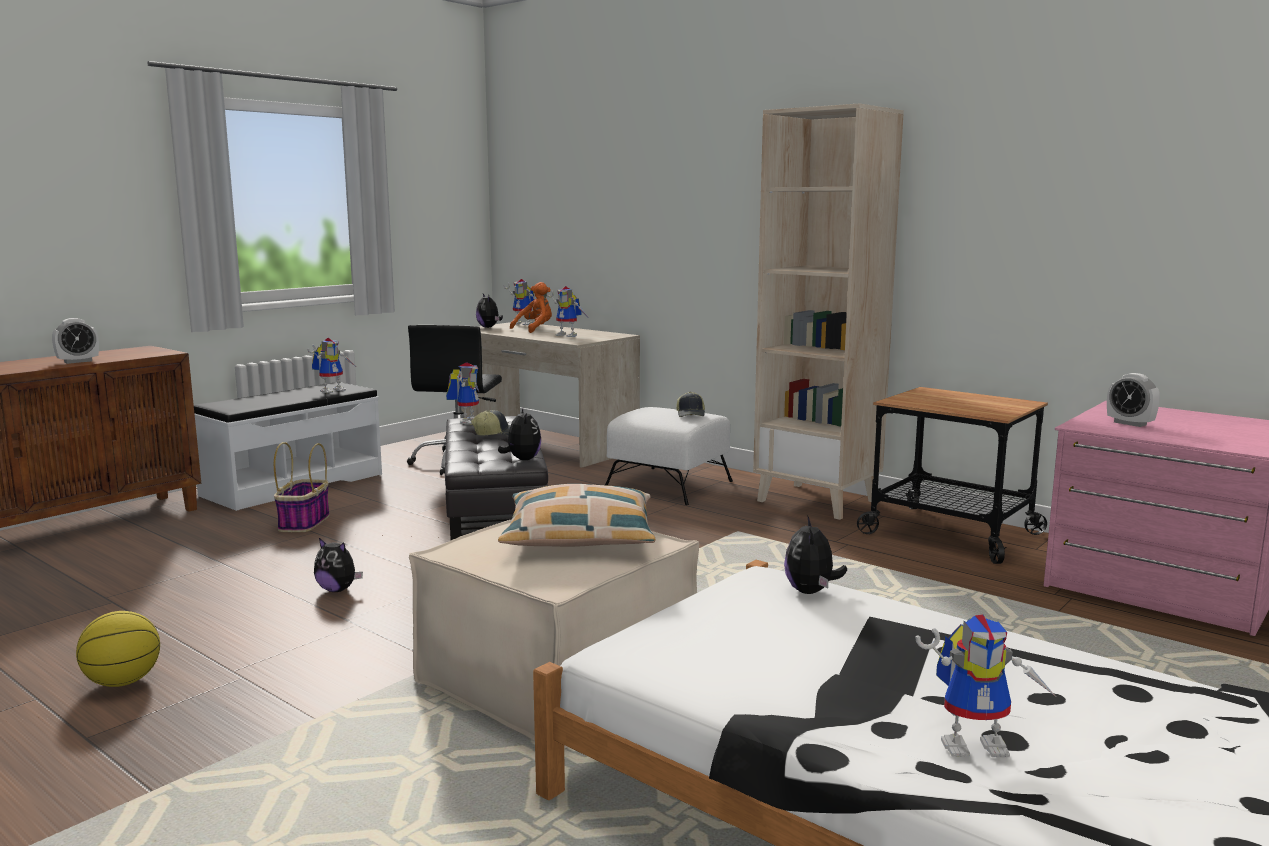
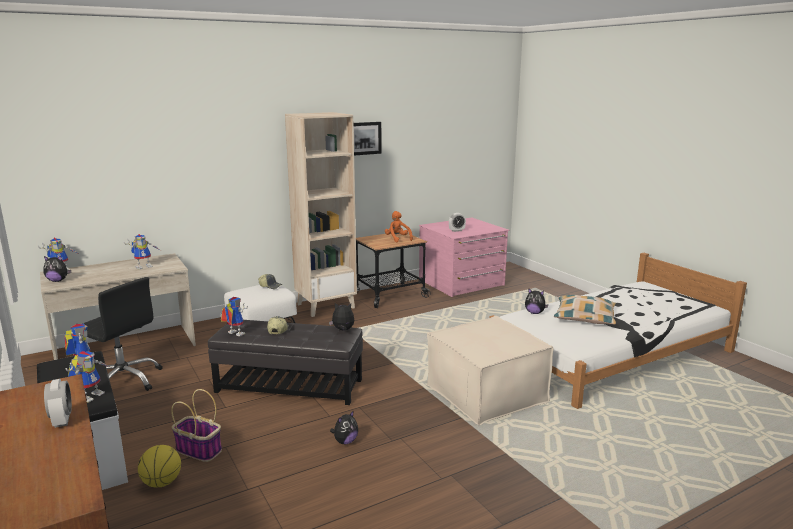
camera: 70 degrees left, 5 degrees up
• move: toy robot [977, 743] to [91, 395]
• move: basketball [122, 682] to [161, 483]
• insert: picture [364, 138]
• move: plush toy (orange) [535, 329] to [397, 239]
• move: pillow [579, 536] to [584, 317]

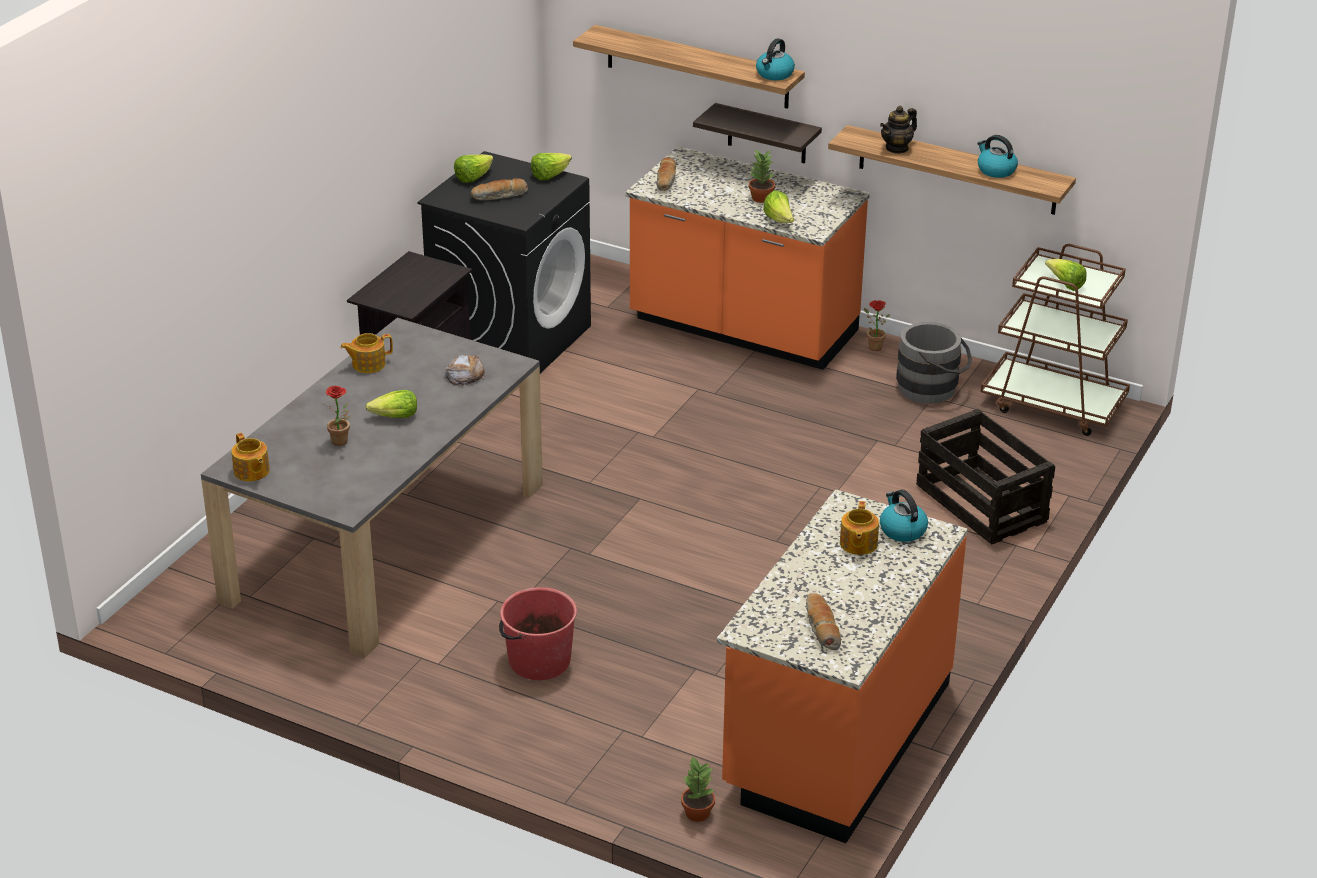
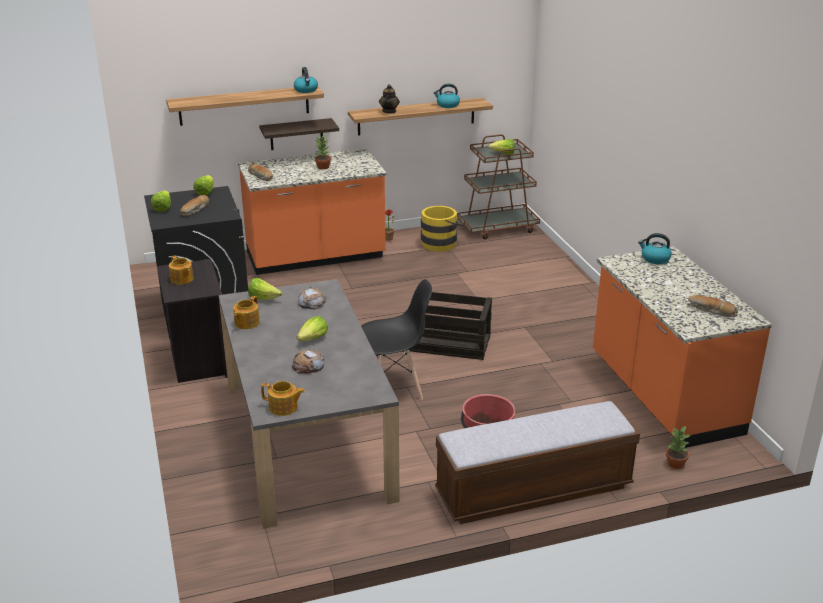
camera: 45 degrees left, 5 degrees down
• move: teapot [858, 544] to [182, 279]
• move: lettuce [779, 220] to [264, 299]
• replace: potted plant [342, 442] to bread [308, 365]
• insert: chair (black) [393, 388]
• move: crate [980, 503] to [448, 343]
• recolor: bucket (grey) [932, 389] to bucket (yellow) [441, 243]
• insert: bench [533, 490]

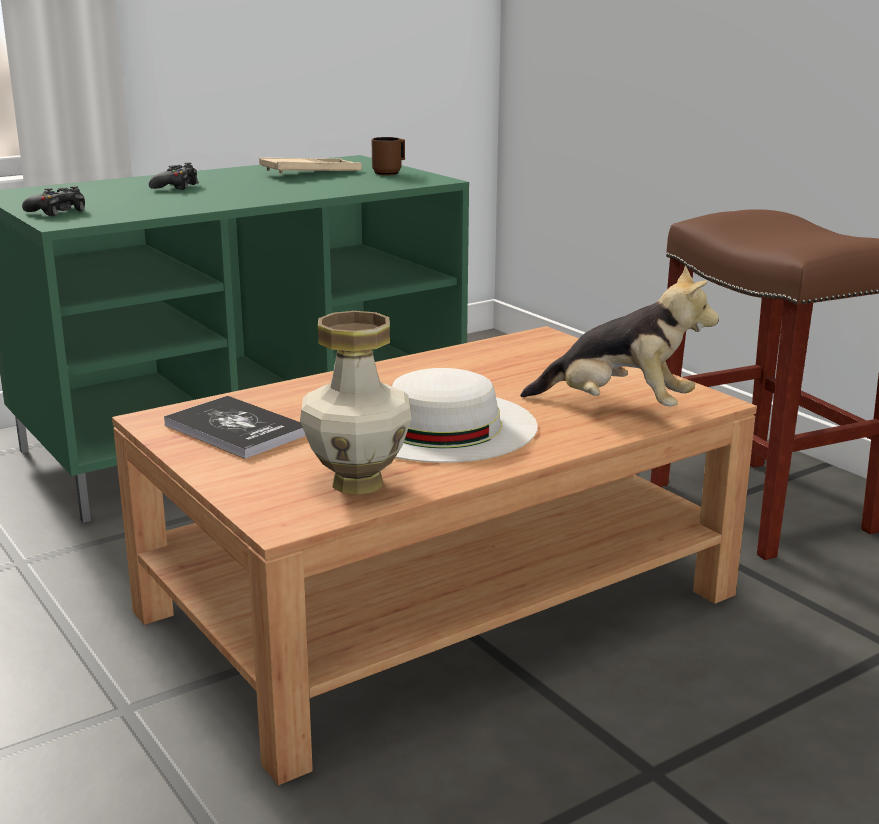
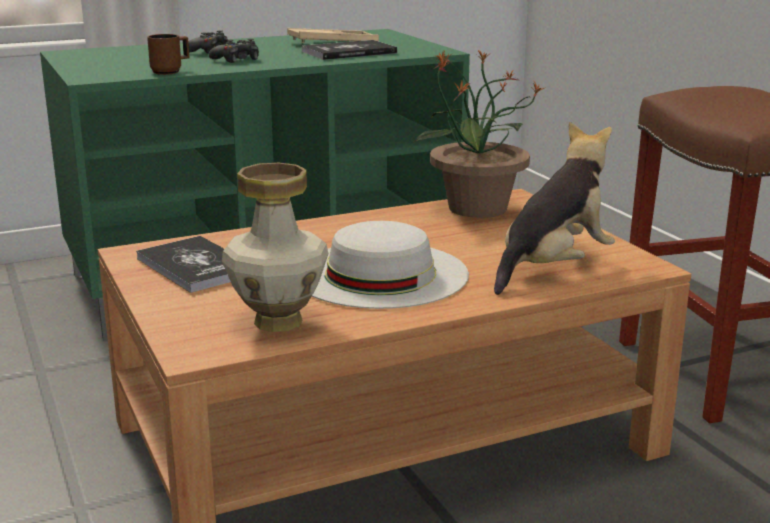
camera: 10 degrees right, 0 degrees up
• move: mug (brown) [390, 173] to [171, 71]
• move: game controller (black) [58, 211] to [236, 59]
• insert: book [349, 52]
• insert: potted plant [475, 208]
• rotate: plush toy [618, 408] = [553, 267] 75 degrees counterclockwise

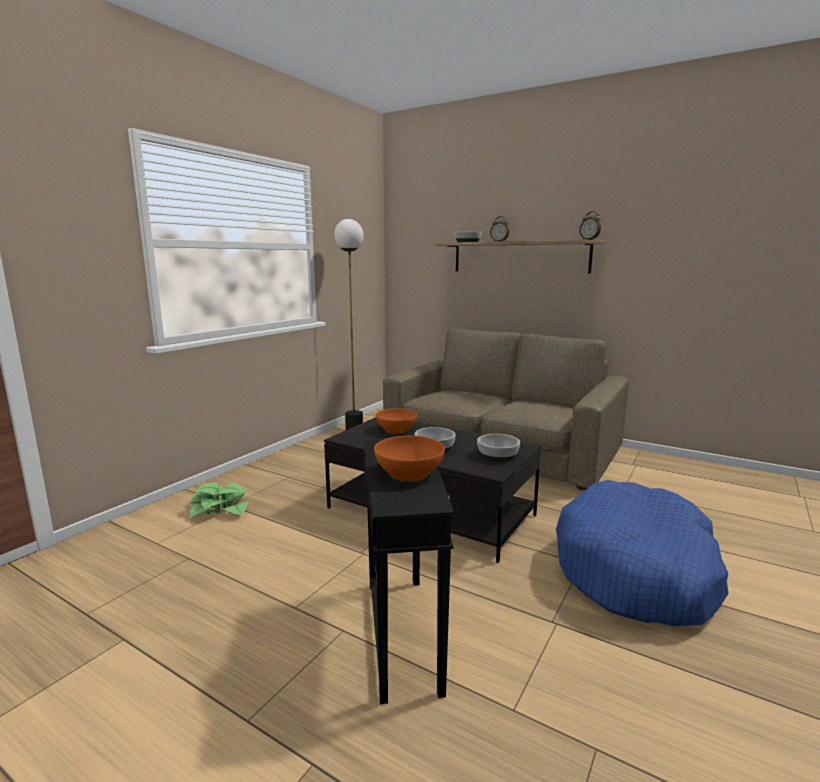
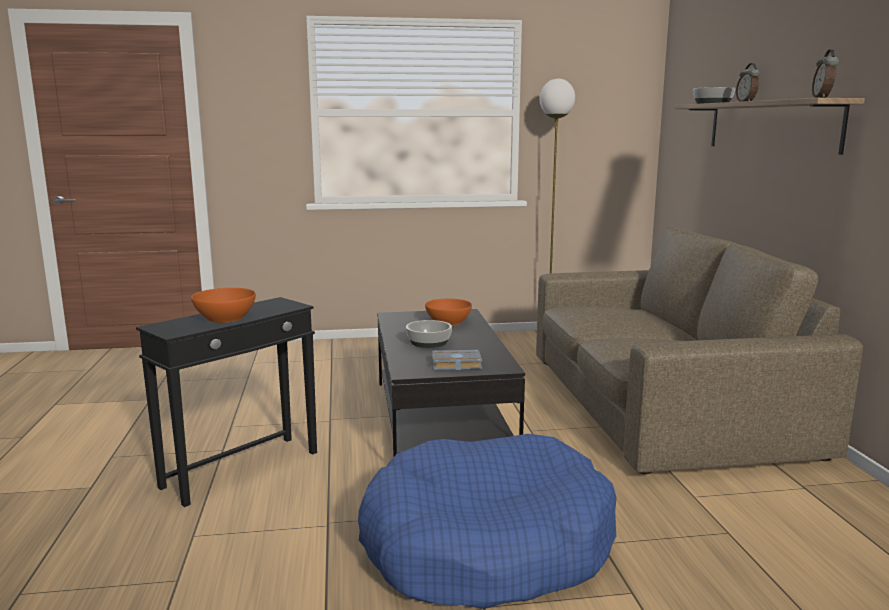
camera: 50 degrees right, 0 degrees up
• replace: bowl [498, 455] to book (grey) [455, 364]
• delete: potted plant [220, 508]

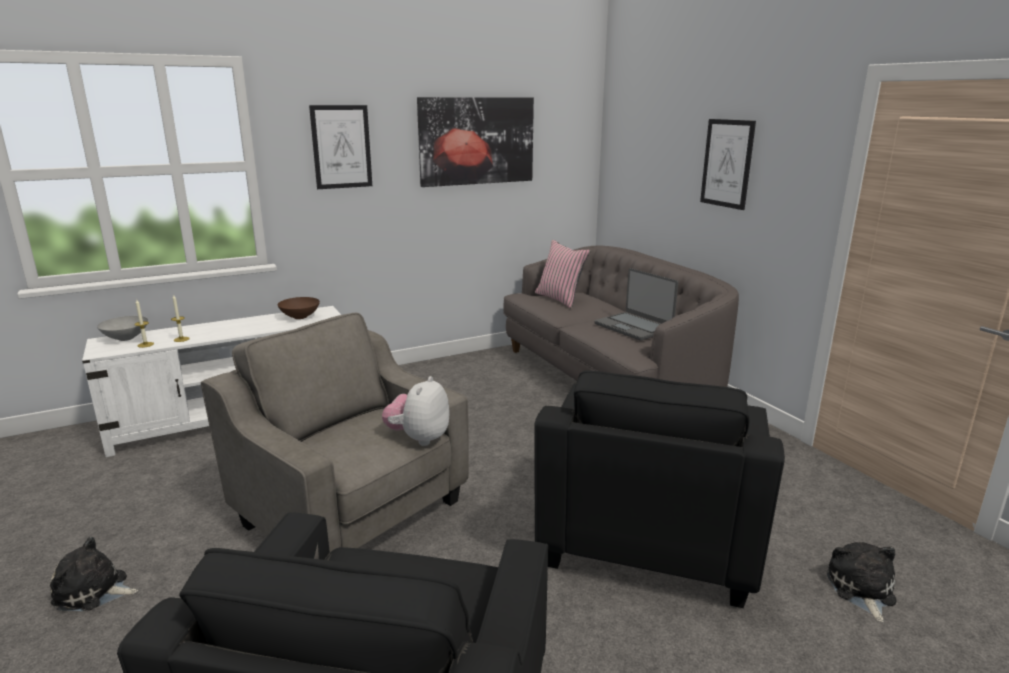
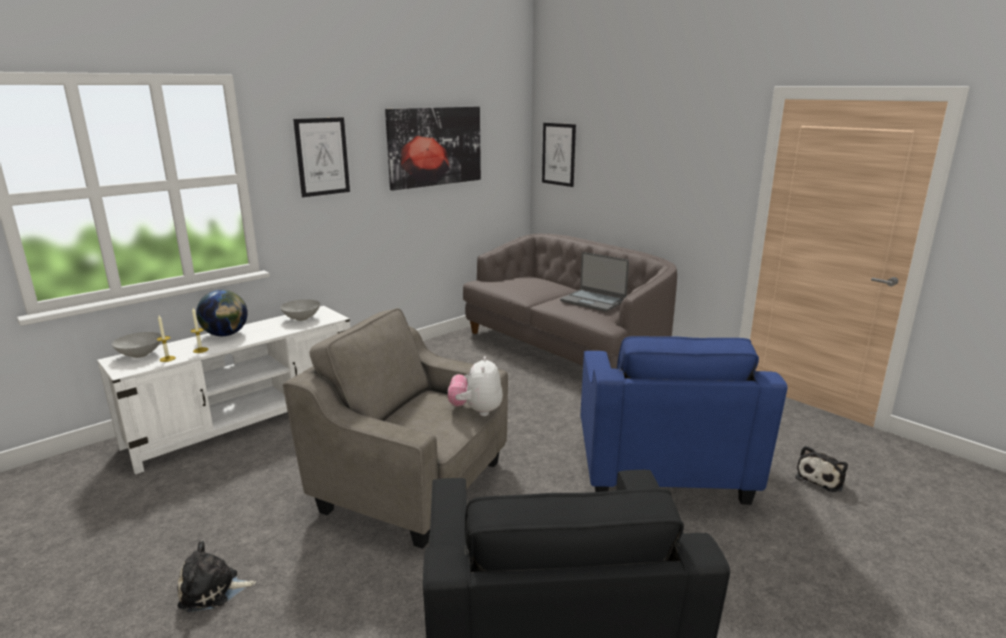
camera: 15 degrees left, 0 degrees up
• insert: globe [226, 334]
• recolor: bowl (brown) [300, 317] to bowl (grey) [302, 319]
• move: picture [727, 163] to [558, 154]
• recolor: armchair (black) [646, 541] to armchair (blue) [661, 470]
• rotate: plush toy [861, 590] = [821, 478] 135 degrees counterclockwise
• delete: pillow (pink) [560, 299]

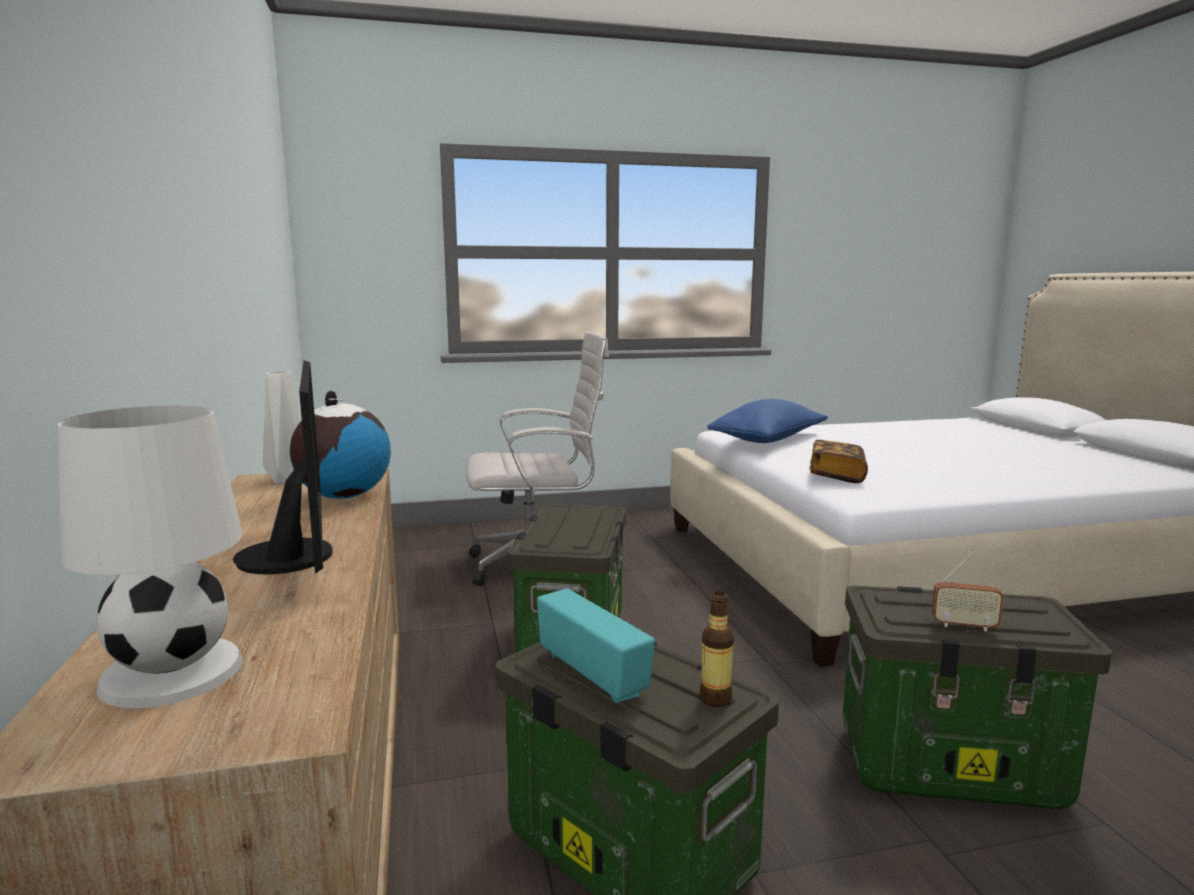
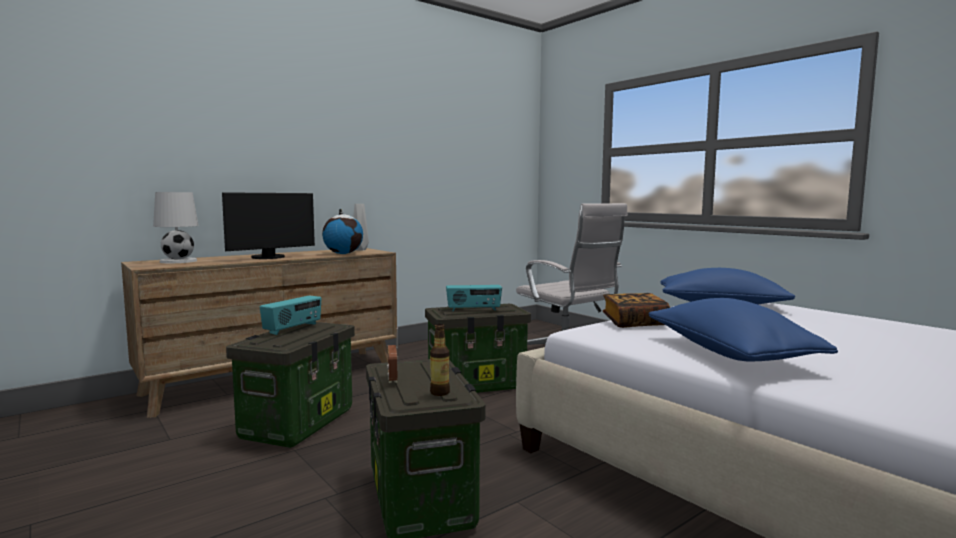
camera: 65 degrees right, 5 degrees down
• move: bottle [715, 699] to [440, 393]
• insert: radio [473, 310]
• insert: pillow (blue) [729, 354]

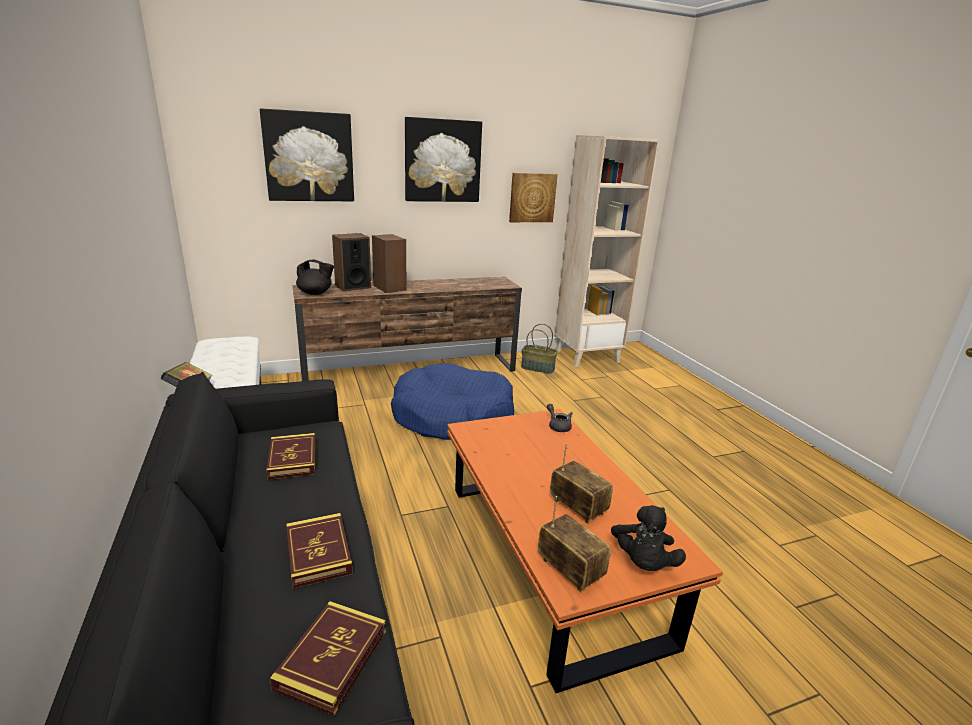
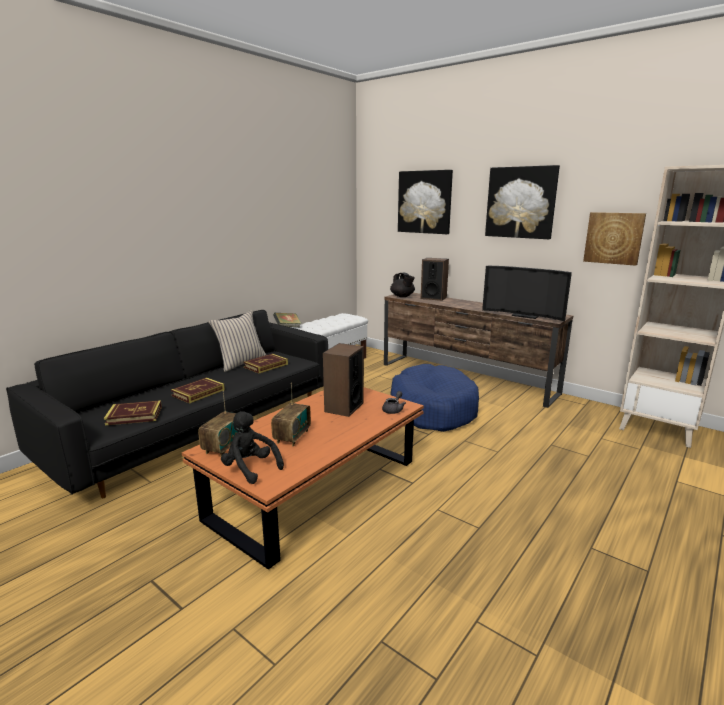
camera: 60 degrees right, 5 degrees down
• insert: pillow (beige) [240, 363]
• rotate: plush toy (black) [642, 563] = [250, 468] 60 degrees clockwise
• move: speaker [389, 288] to [344, 407]
• insert: television [524, 315]
• delete: basket [538, 368]

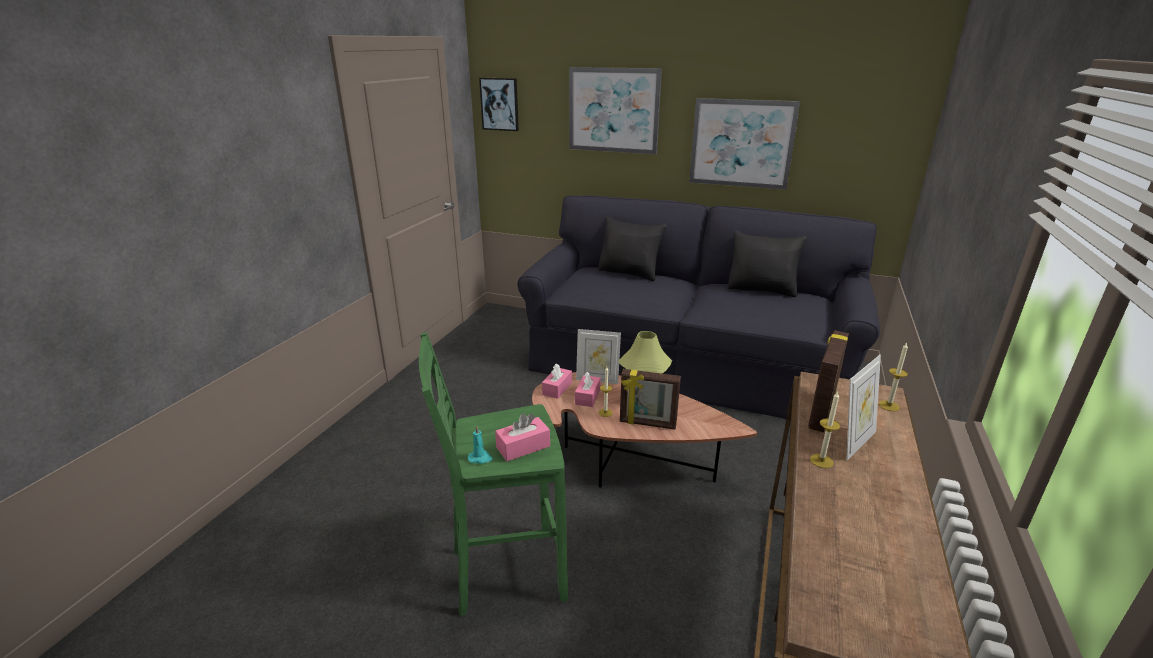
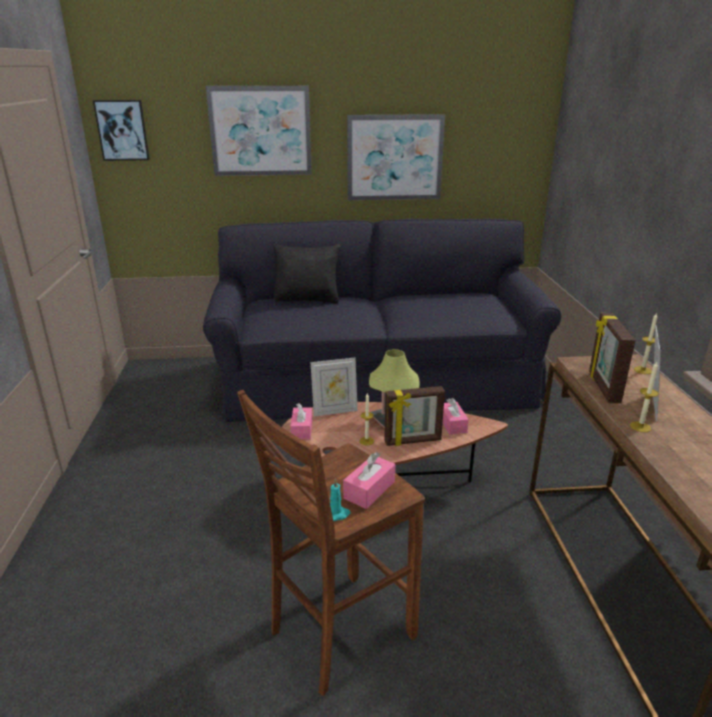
camera: 25 degrees left, 0 degrees up
• recolor: stool (green) [504, 572] to stool (brown) [338, 633]
• move: tissue box (pink) [587, 397] to [452, 424]
• delete: pillow (black) [762, 290]

